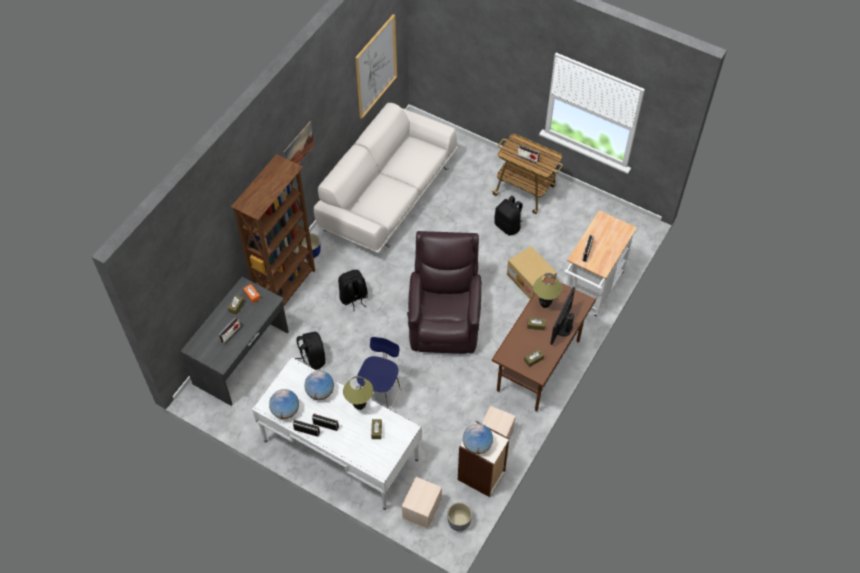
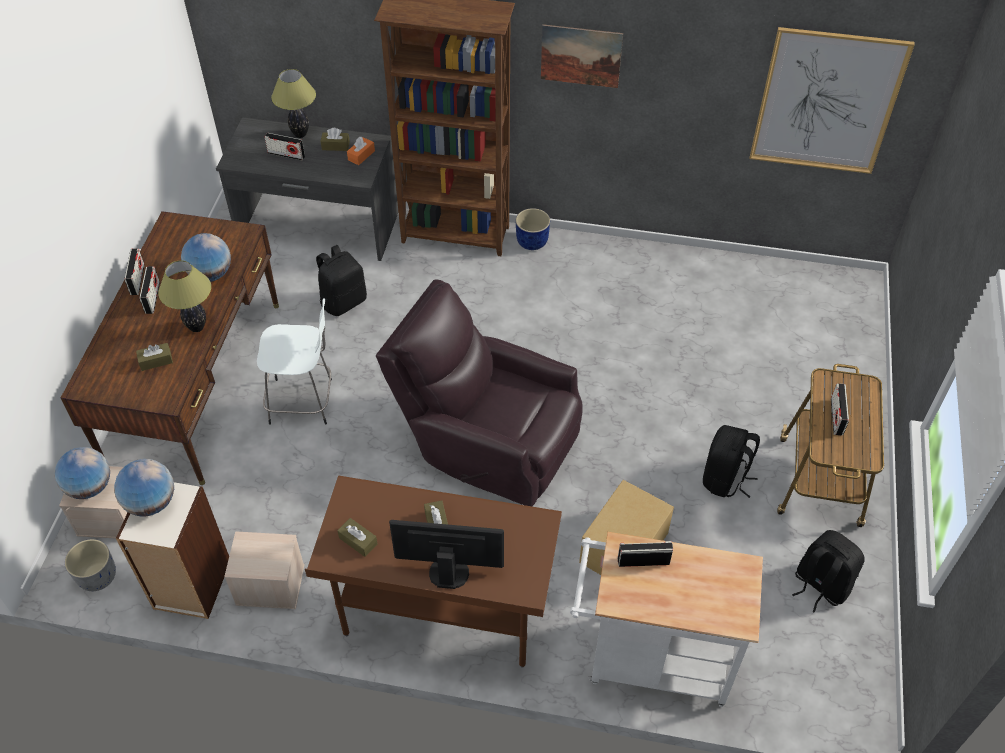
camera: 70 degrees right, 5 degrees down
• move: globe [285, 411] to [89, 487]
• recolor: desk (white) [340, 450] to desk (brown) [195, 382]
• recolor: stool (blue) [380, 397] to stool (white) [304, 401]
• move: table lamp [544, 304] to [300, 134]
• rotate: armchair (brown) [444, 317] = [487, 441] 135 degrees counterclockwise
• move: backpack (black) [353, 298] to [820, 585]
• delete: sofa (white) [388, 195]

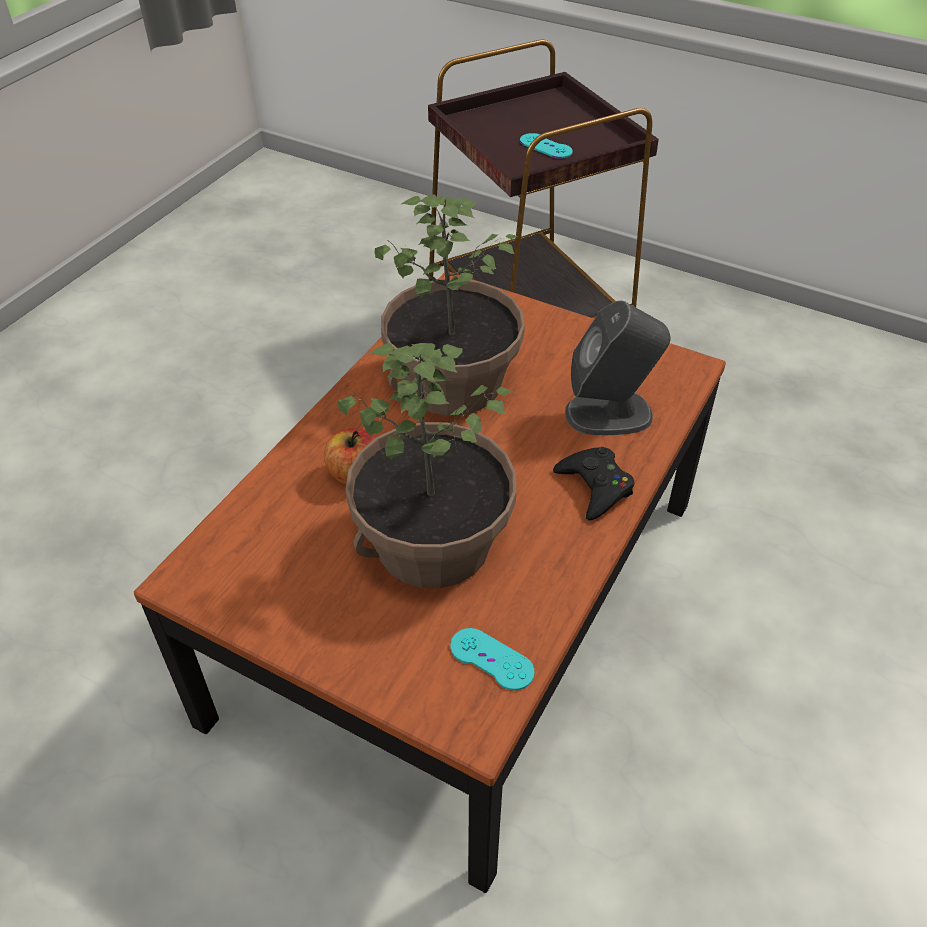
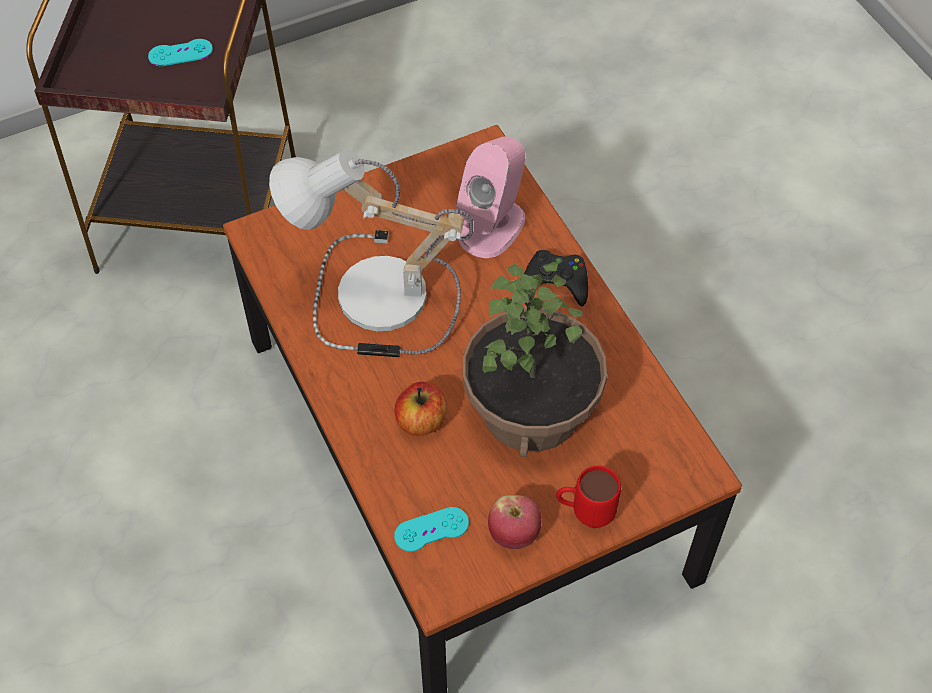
camera: 55 degrees left, 10 degrees up
• replace: potted plant [453, 384] to table lamp [375, 302]
• move: game controller (turquoise) [491, 659] to [431, 529]
• recolor: speaker (grey) [610, 413] to speaker (pink) [492, 226]
• insert: apple [514, 534]
• insert: mug (red) [584, 514]

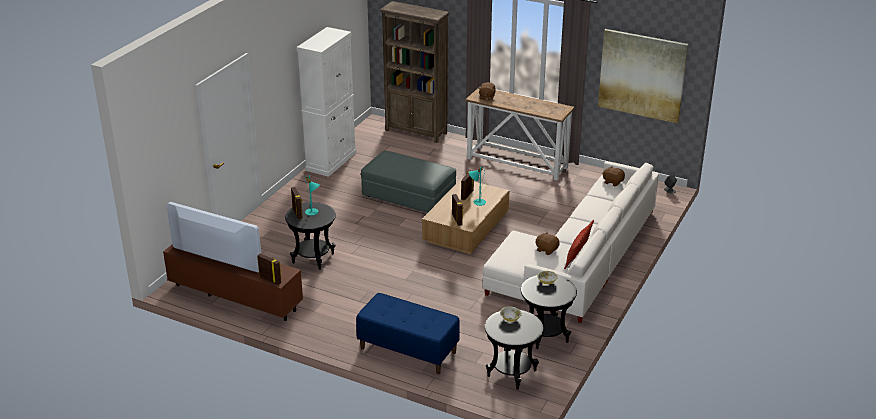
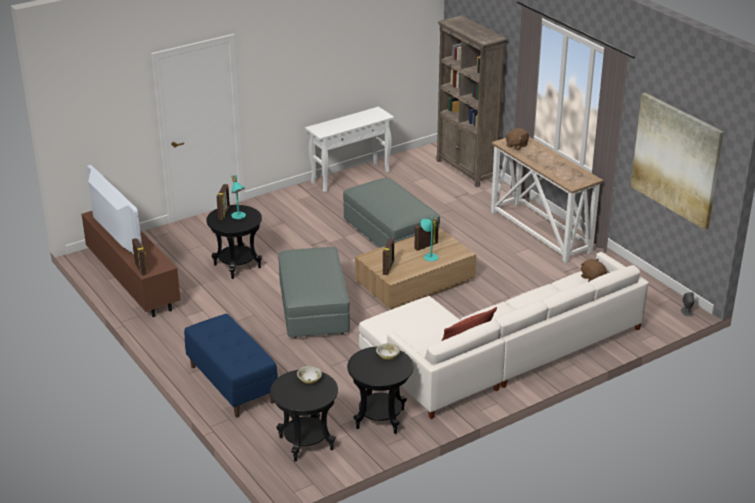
camera: 30 degrees right, 0 degrees up
• insert: ottoman (grey) [313, 309]
• replace: cabinet (white) [331, 161] to console table (white) [351, 177]
• delete: plush toy (brown) [546, 250]

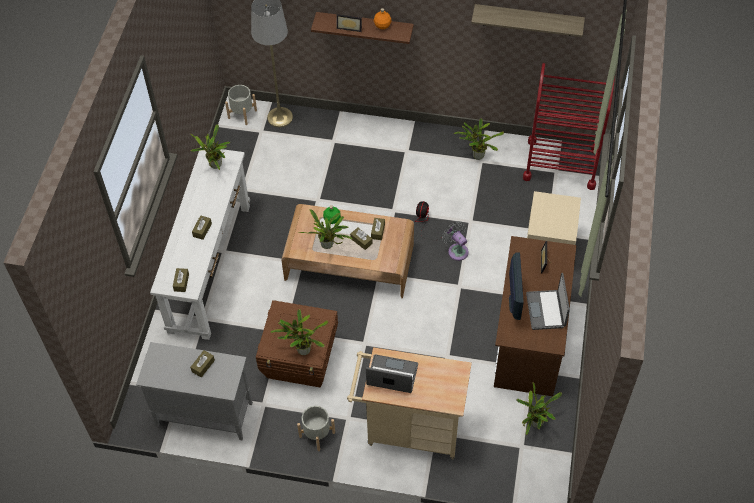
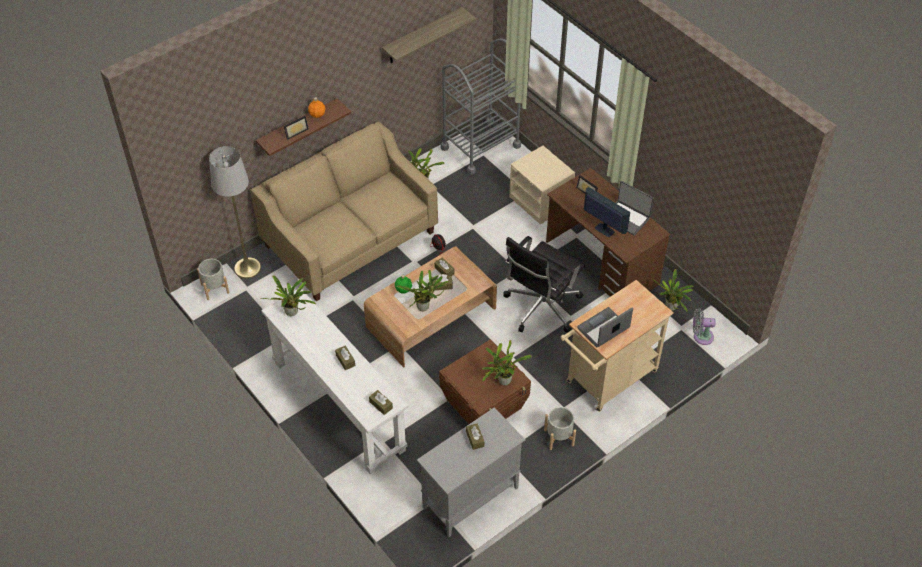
camera: 50 degrees left, 5 degrees down
• insert: sofa (beige) [350, 239]
• recolor: cart (red) [561, 164] to cart (grey) [480, 147]
• insert: office chair (black) [541, 307]
• move: fan (grey) [456, 250] to [701, 336]

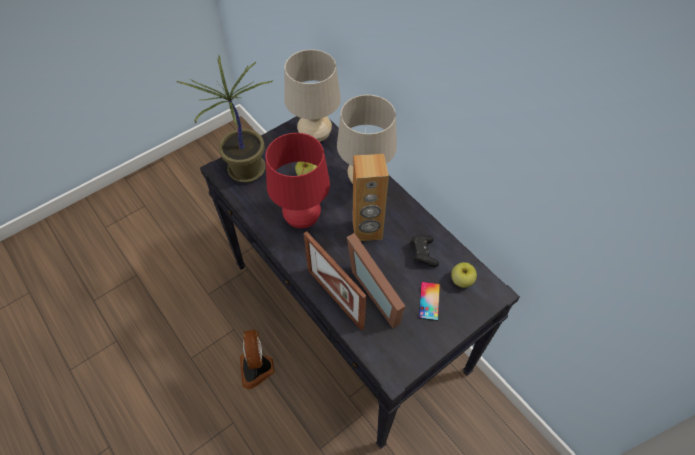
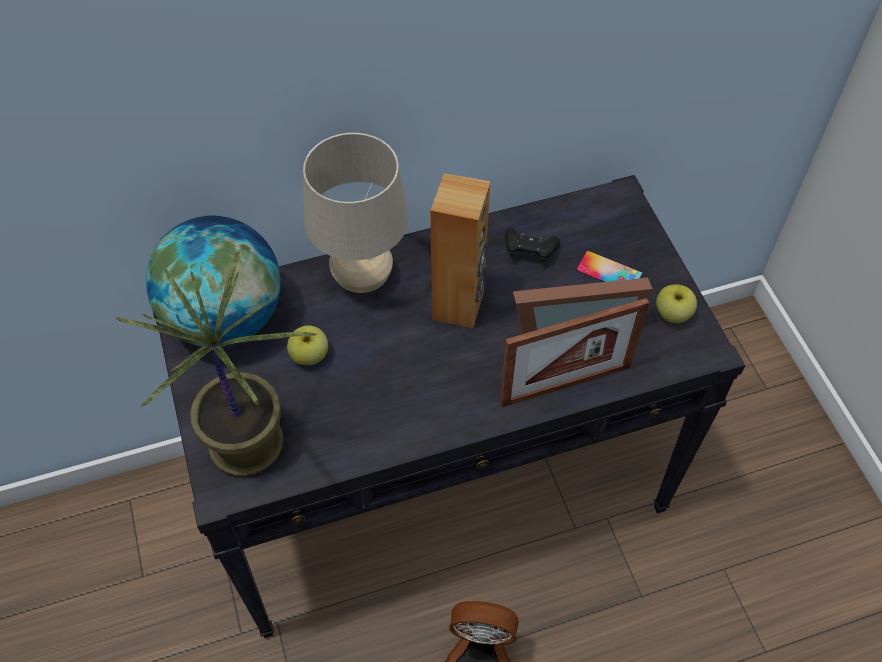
camera: 70 degrees left, 0 degrees up
• replace: table lamp (beige) [315, 136] to globe [226, 319]
• move: apple [461, 280] to [672, 314]
• delete: table lamp (red) [302, 219]

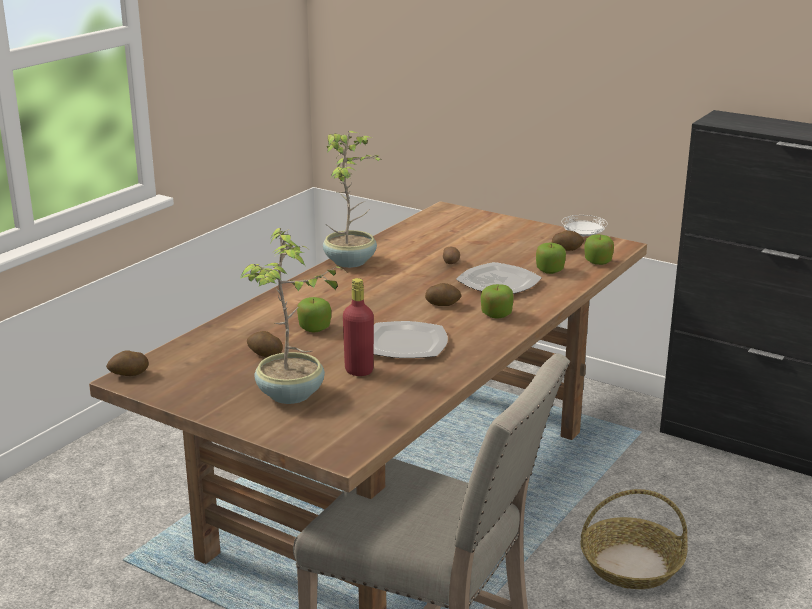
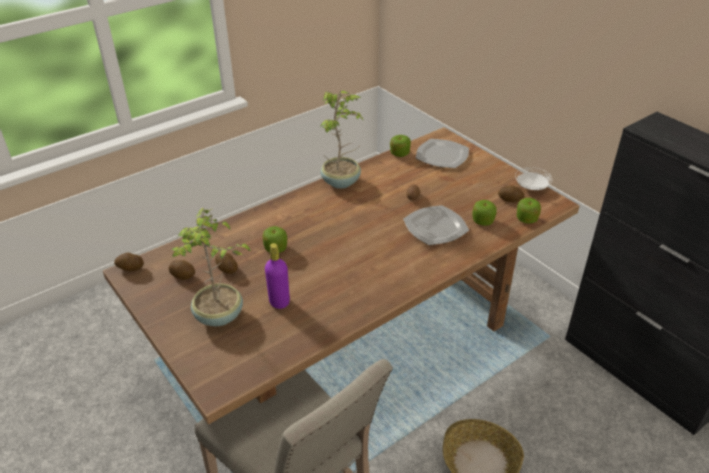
camera: 20 degrees right, 15 degrees up
• move: potato [443, 304] to [183, 275]
• recolor: bottle (red) [359, 370] to bottle (purple) [279, 302]
• move: apple [496, 314] to [399, 153]
• move: plate [404, 343] to [441, 155]

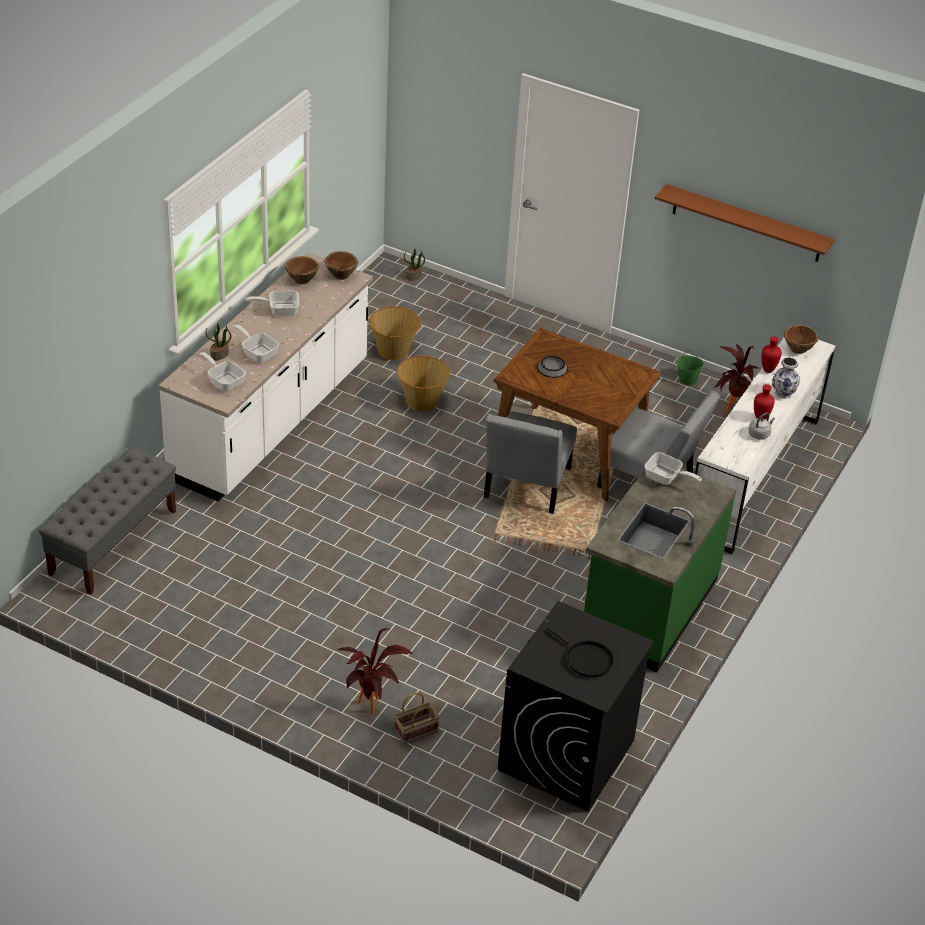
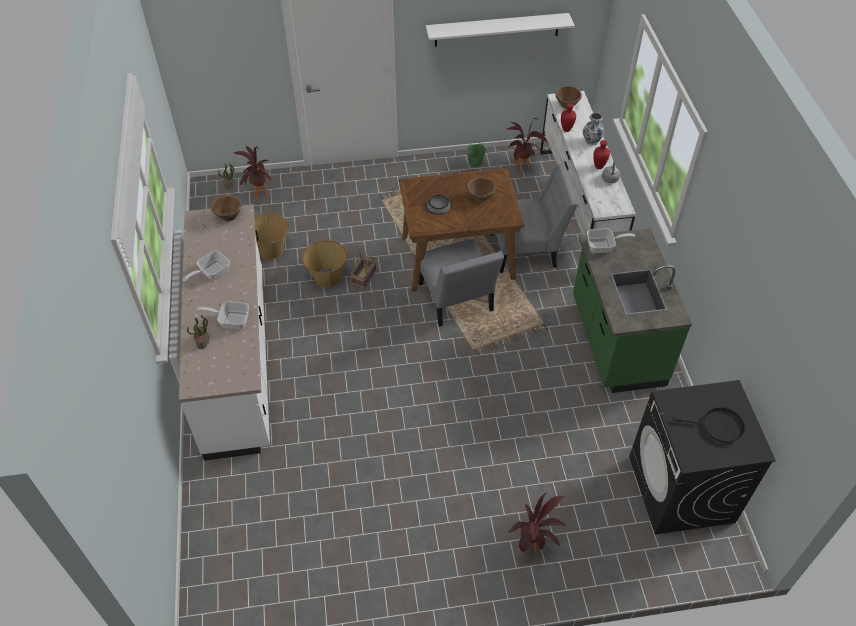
camera: 35 degrees left, 10 degrees up
• insert: potted plant [259, 198]
• move: basket [415, 732] to [364, 278]
• recolor: shelf (brown) [746, 224] to shelf (white) [497, 29]
• move: bowl (brown) [301, 280] to [480, 198]
• delete: bench (grey) [113, 542]
• delete: frying pan [224, 381]

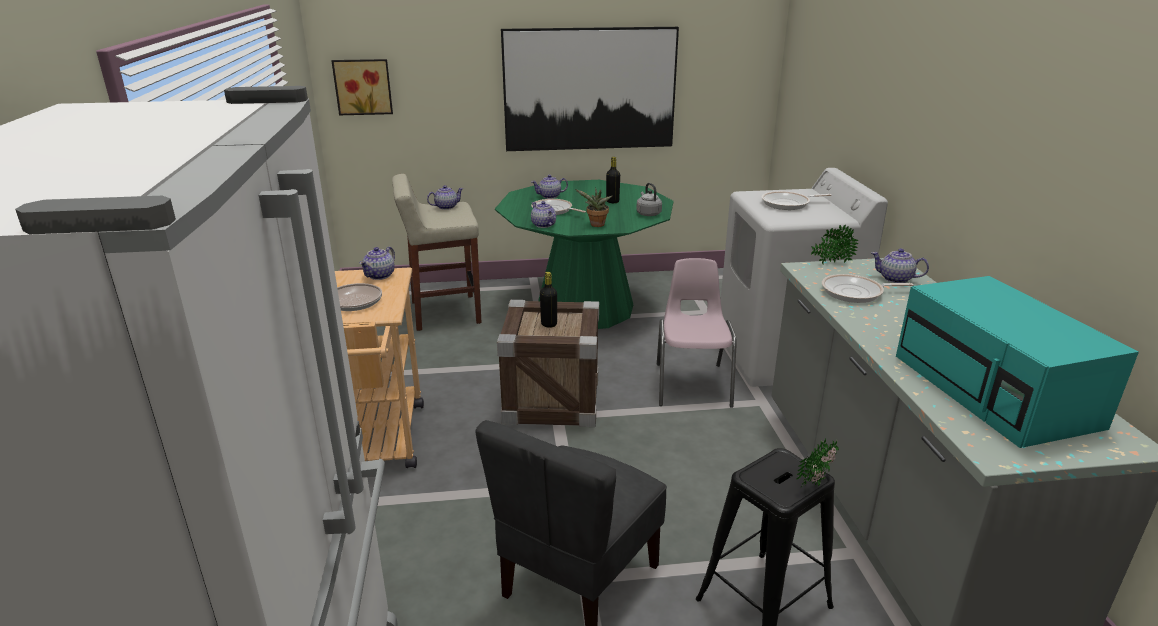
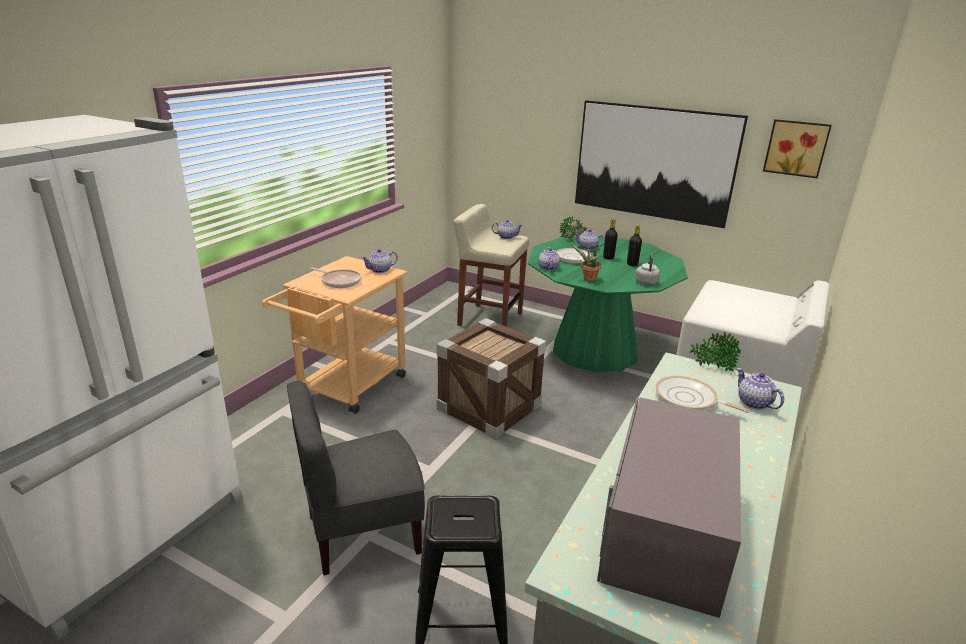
camera: 35 degrees right, 0 degrees up
• move: potted plant [818, 481] to [572, 239]
• recolor: microwave (turquoise) [995, 391] to microwave (grey) [666, 530]
• move: bottle (black) [549, 324] to [608, 257]
• move: picture [363, 86] to [796, 148]
• delete: chair (pink) [692, 384]
• delete: frying pan [788, 204]

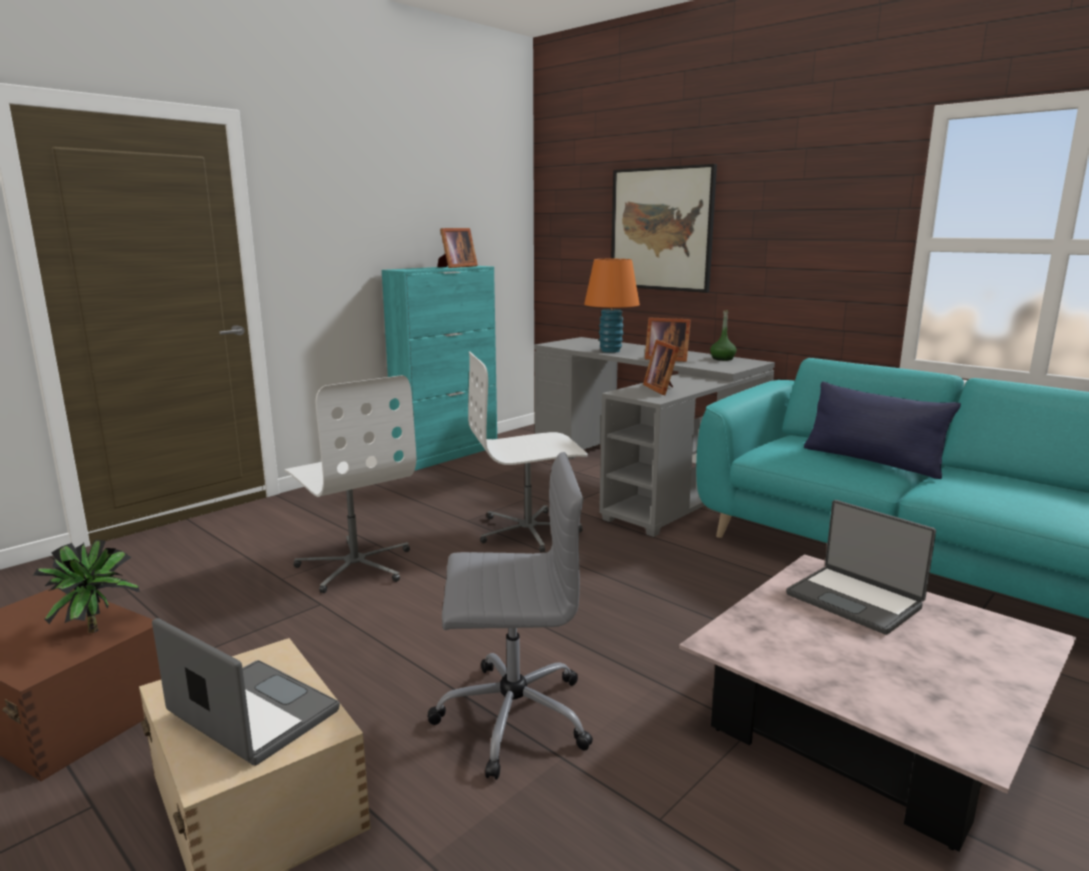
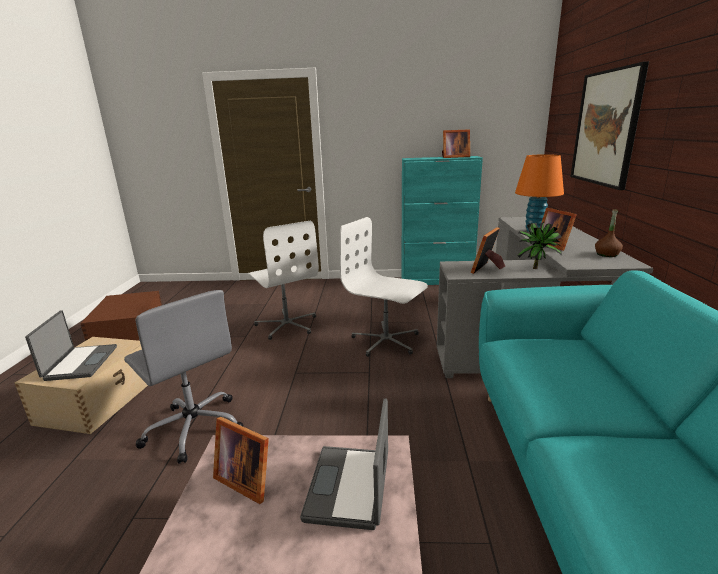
camera: 50 degrees right, 5 degrees up
• insert: picture frame [245, 479]
• rotate: office chair (white) [356, 566] = [287, 325] 45 degrees counterclockwise
• move: potted plant [95, 628] to [536, 268]
• recolor: bottle (green) [722, 359] to bottle (brown) [606, 254]
• delete: pillow (blue) [871, 461]

